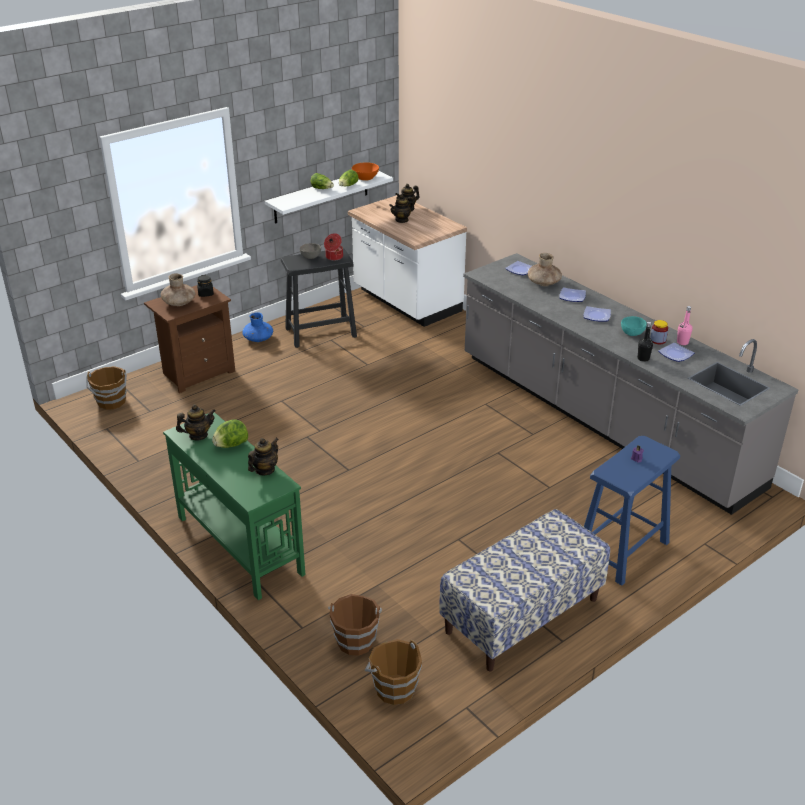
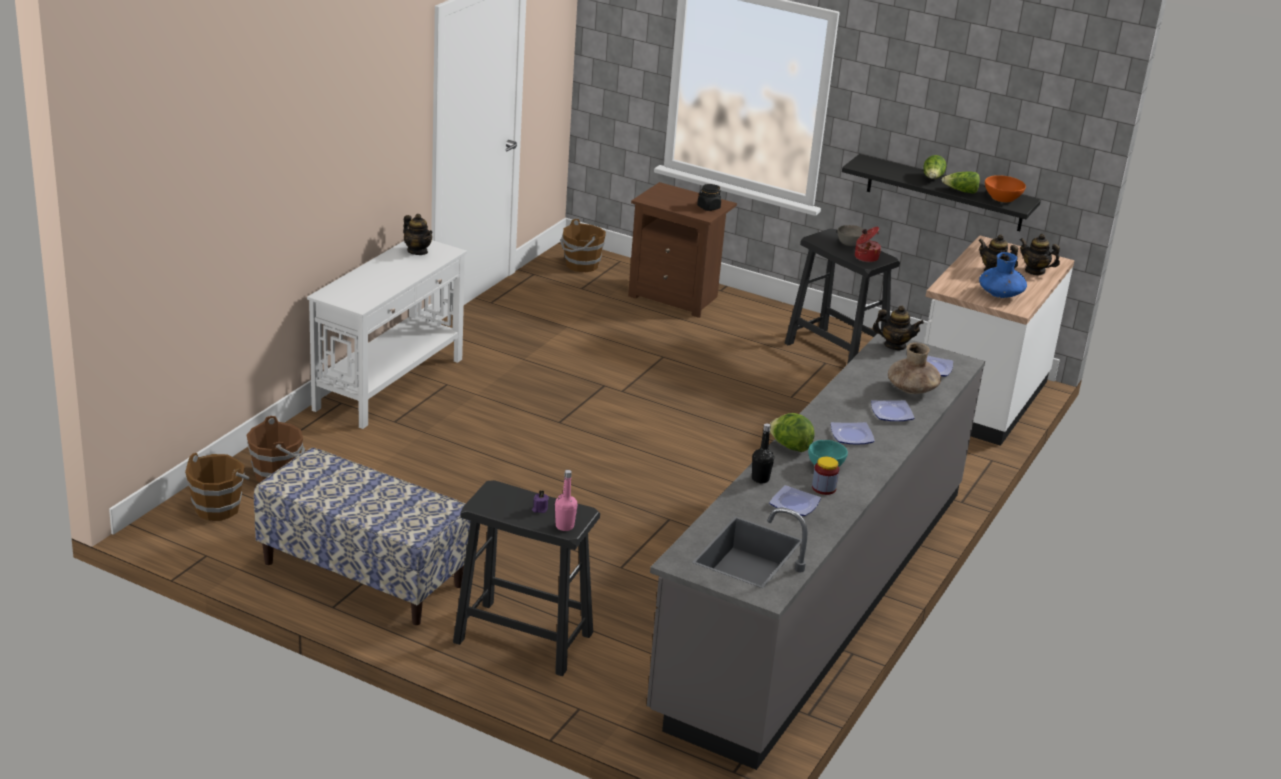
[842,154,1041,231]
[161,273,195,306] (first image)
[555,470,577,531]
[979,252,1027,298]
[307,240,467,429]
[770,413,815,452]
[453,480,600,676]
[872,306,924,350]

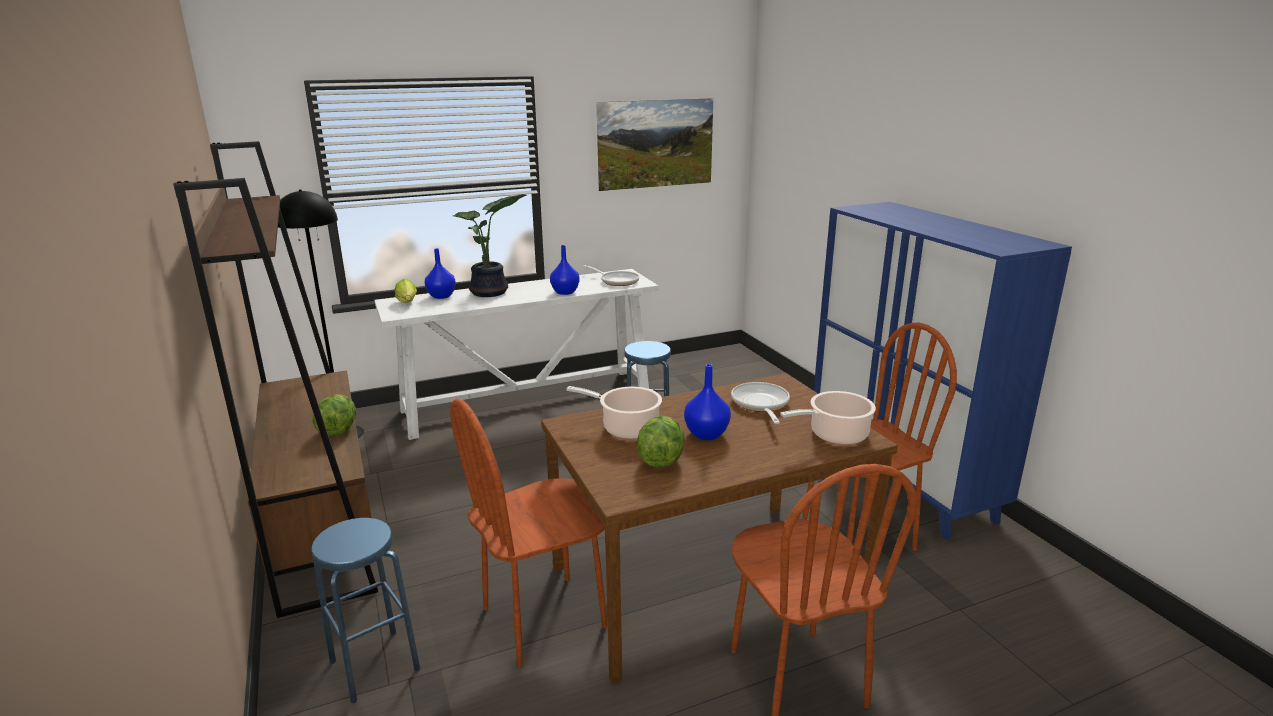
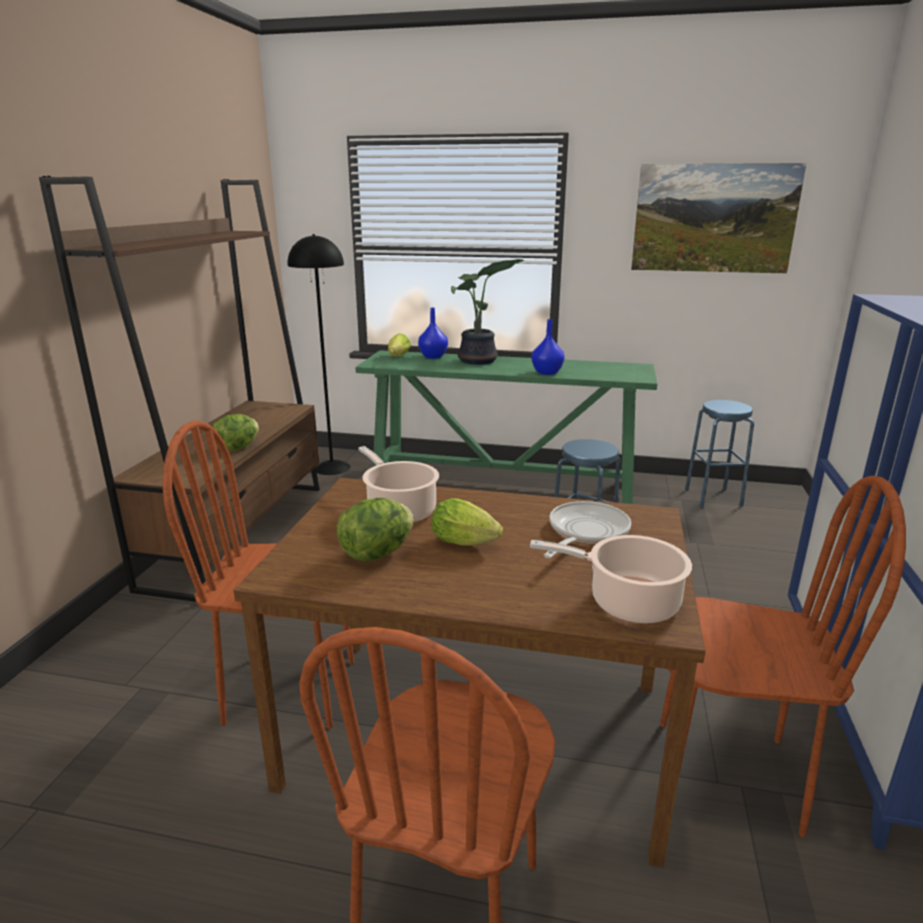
[583,265,640,286] (first image)
[355,350,657,504]
[432,498,503,546]
[685,400,754,508]

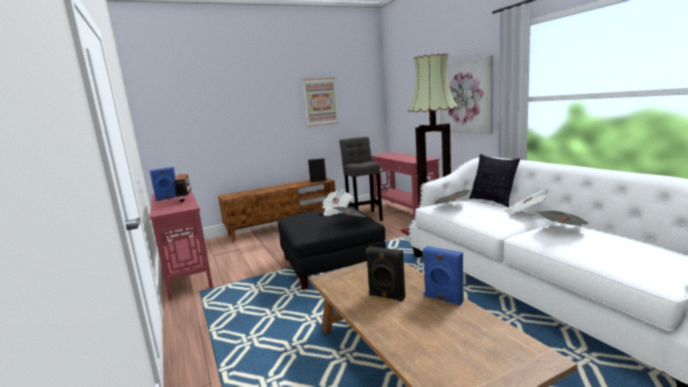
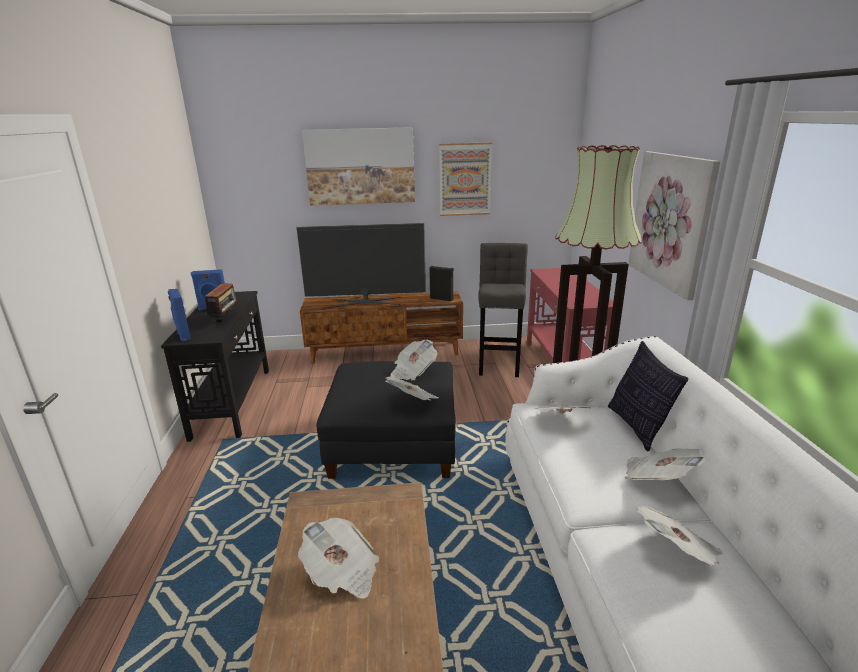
[161,291,269,442]
[298,518,379,599]
[168,289,191,341]
[302,127,415,206]
[296,223,426,307]

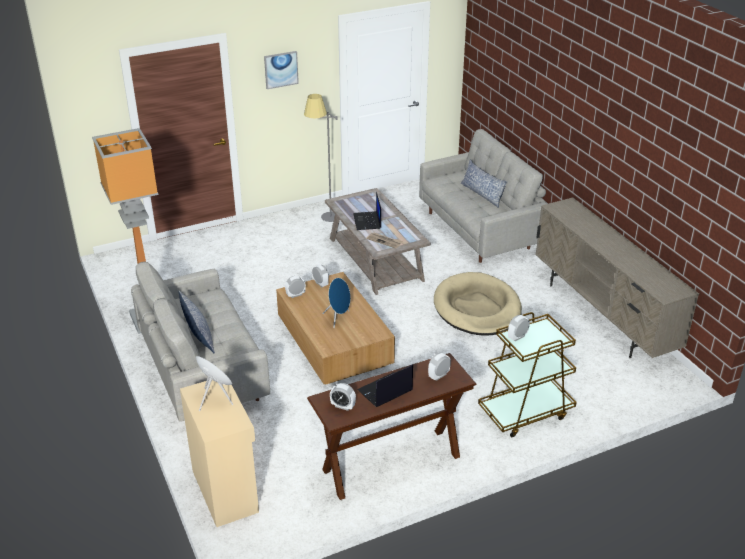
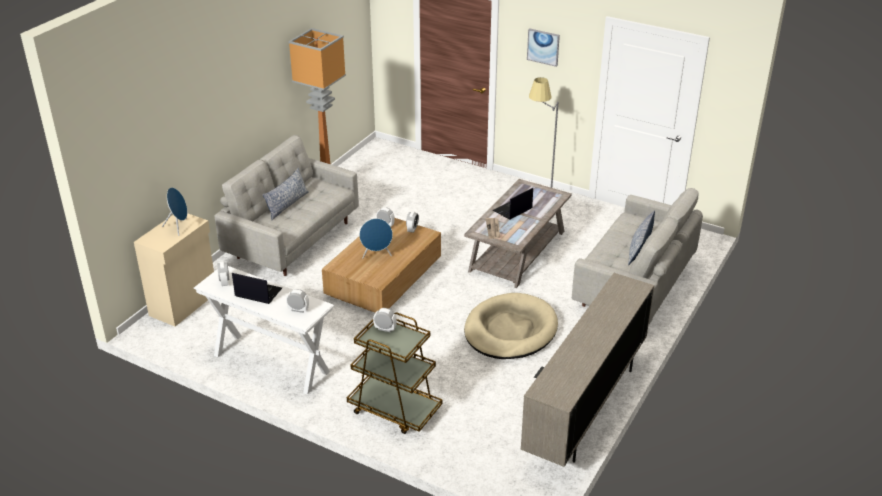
[194,266,334,395]

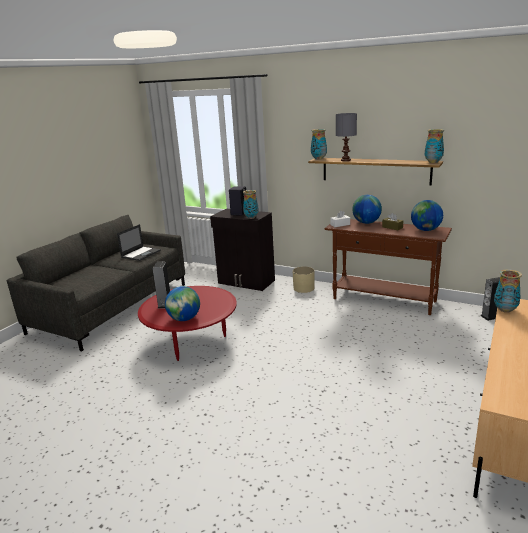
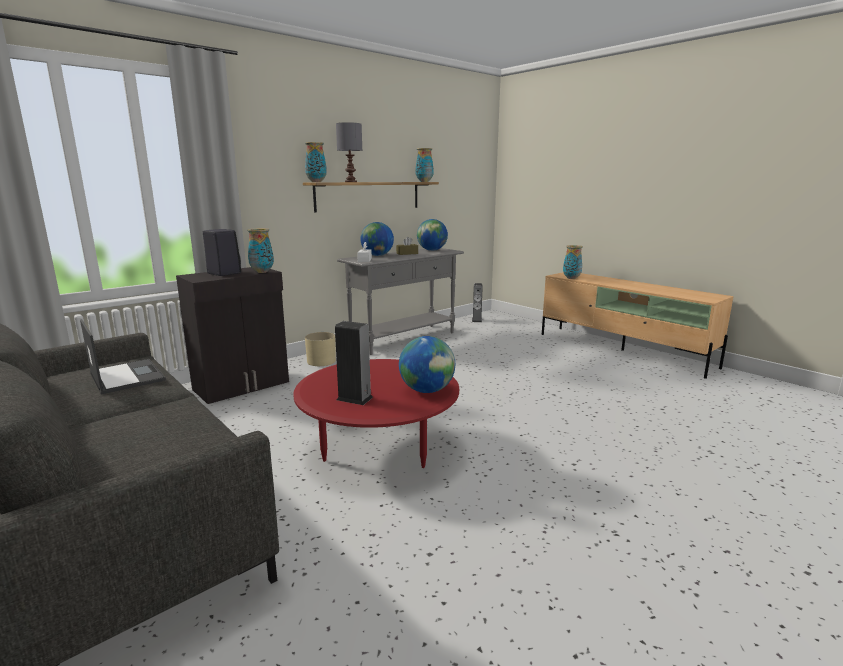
[337,248,464,355]

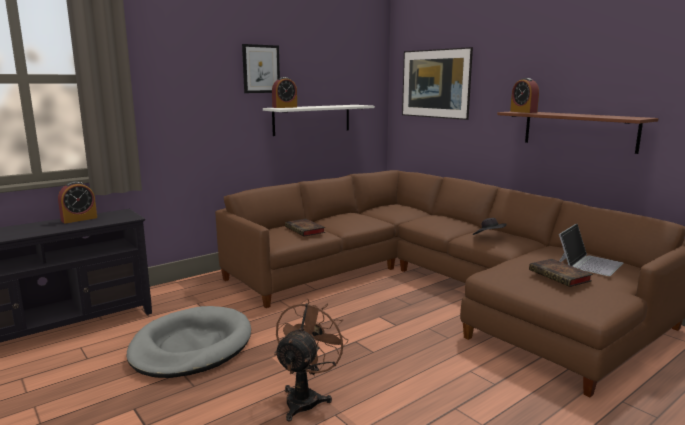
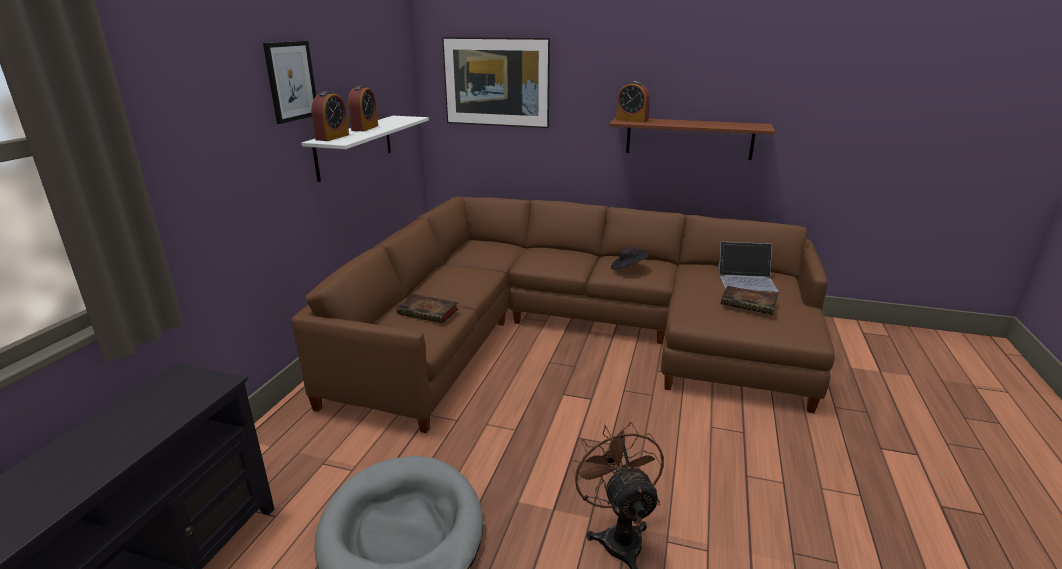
[348,85,378,131]
[717,242,779,292]

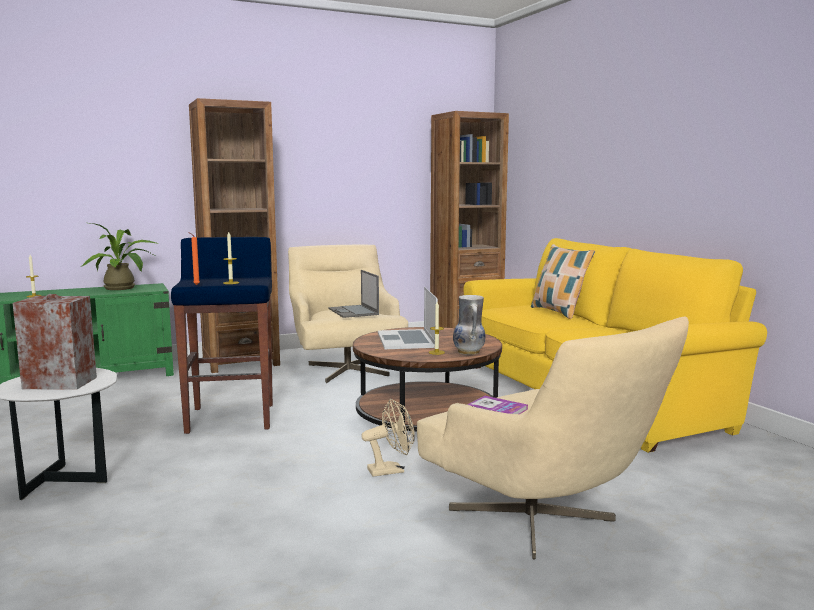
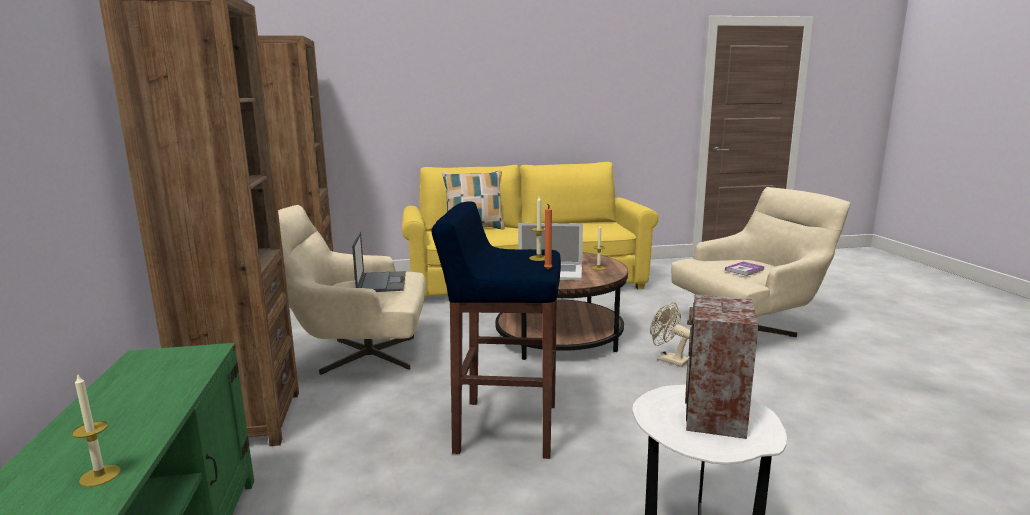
[81,223,158,290] (first image)
[352,232,406,292]
[453,295,485,355] (first image)
[650,302,690,367]

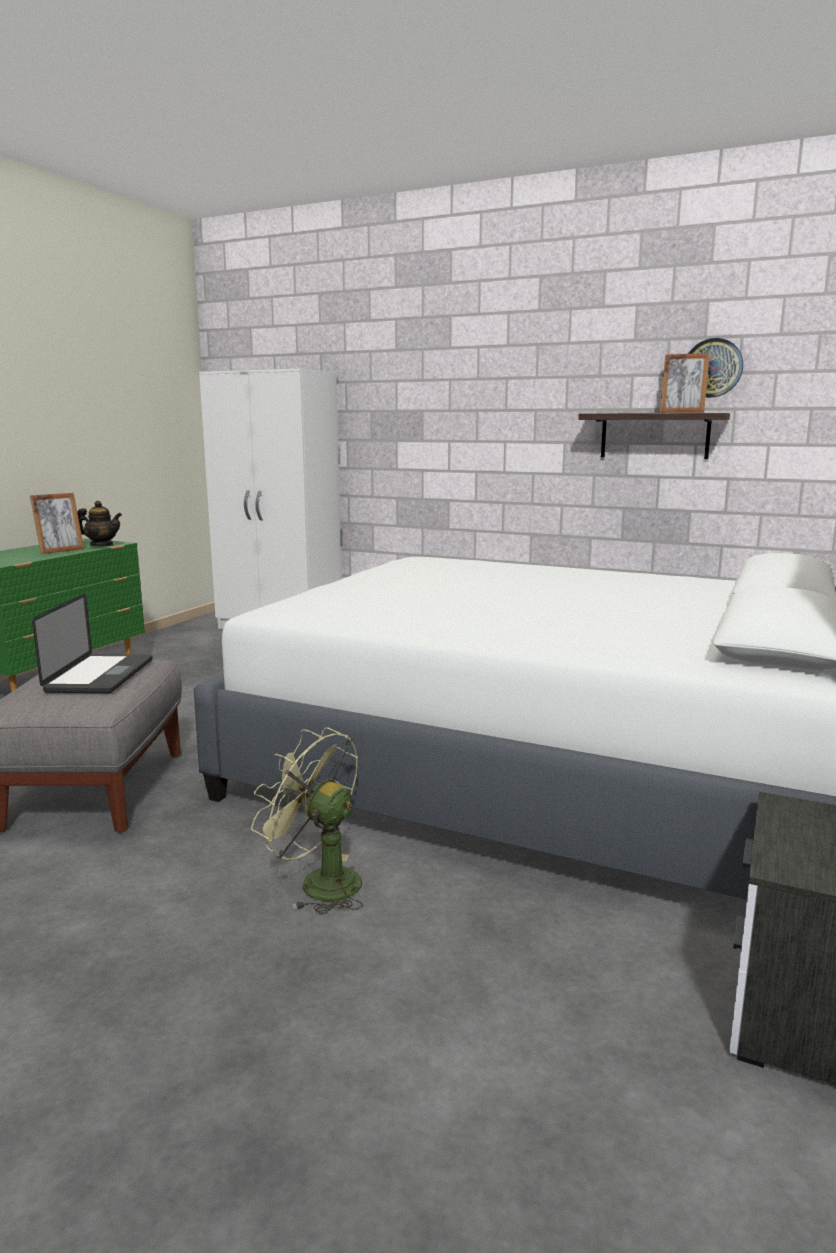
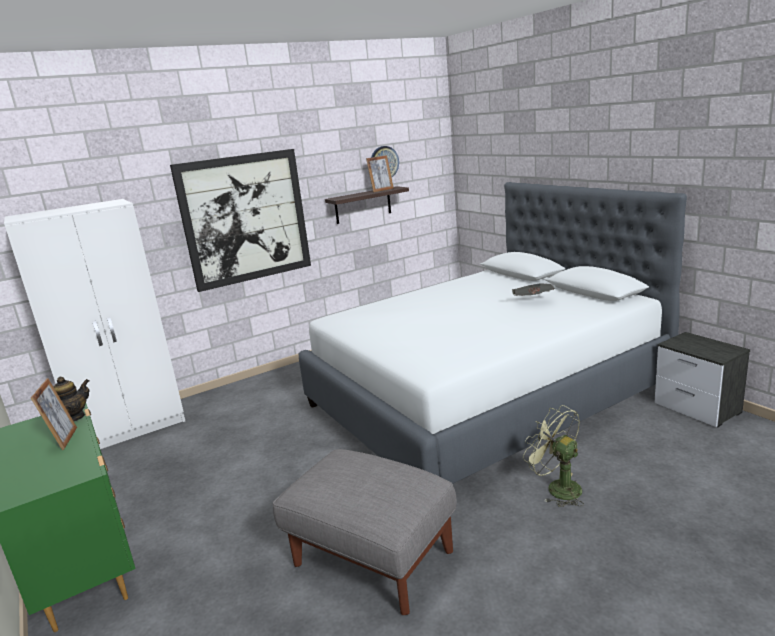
[32,594,153,693] (first image)
[523,405,584,507]
[170,149,311,292]
[512,283,555,296]

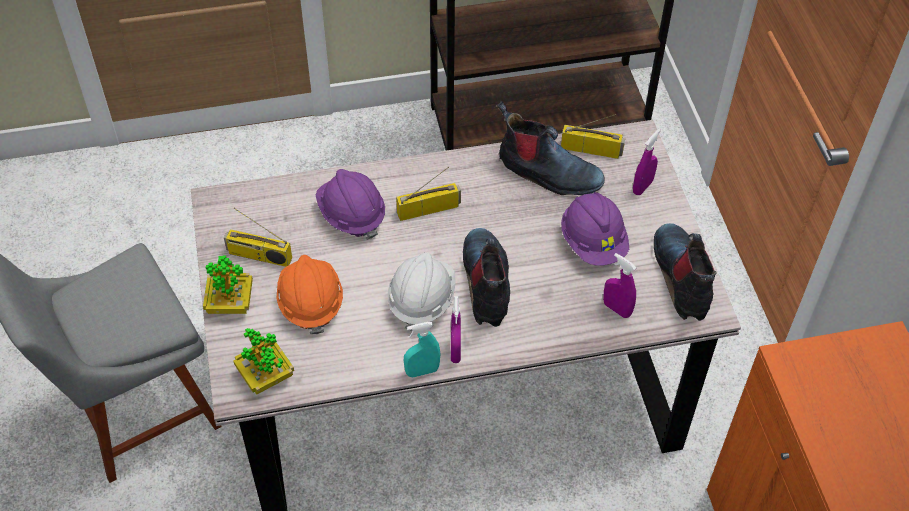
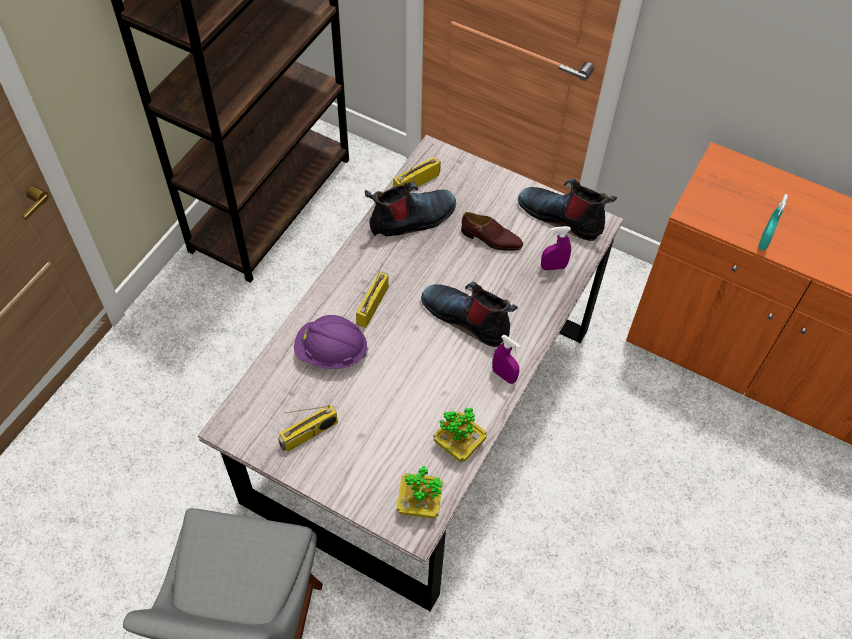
[633,129,661,195] (first image)
[461,212,523,251]
[388,252,456,331] (first image)
[276,255,343,334] (first image)
[433,408,487,462]
[758,194,788,250]

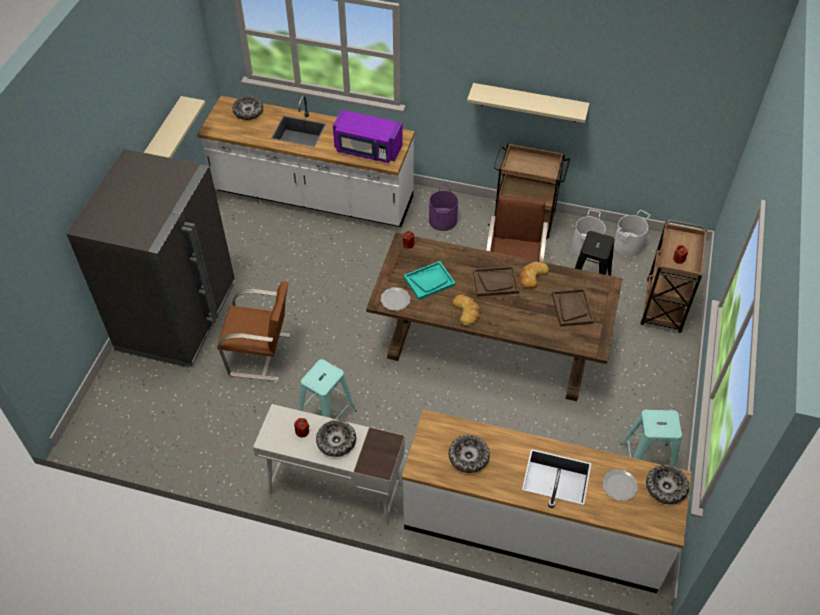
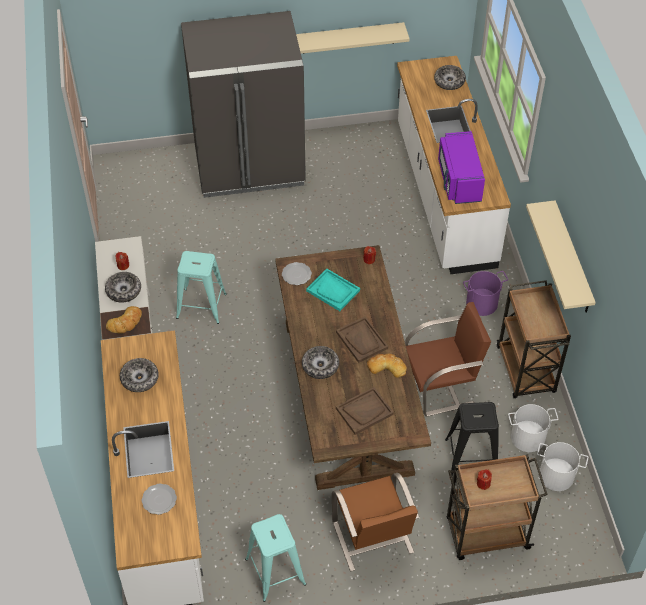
[332,473,419,571]
[106,306,142,333]
[302,346,339,379]

